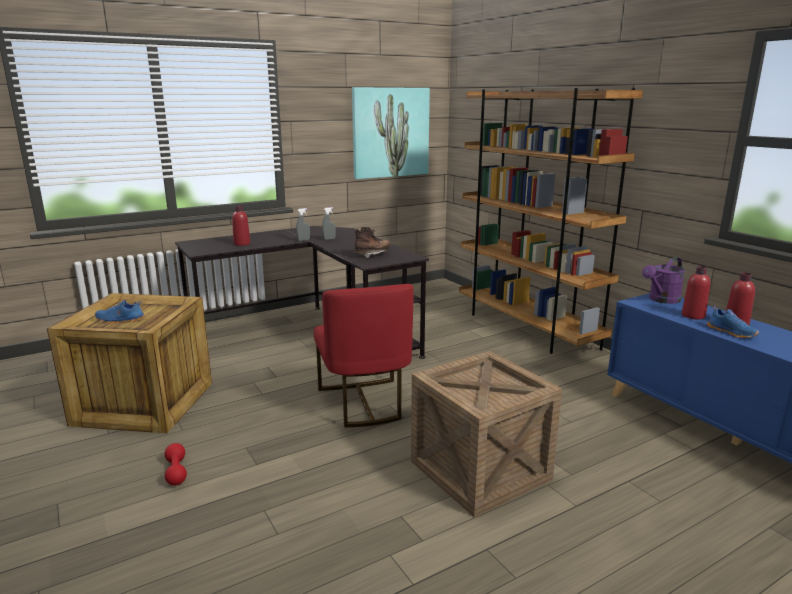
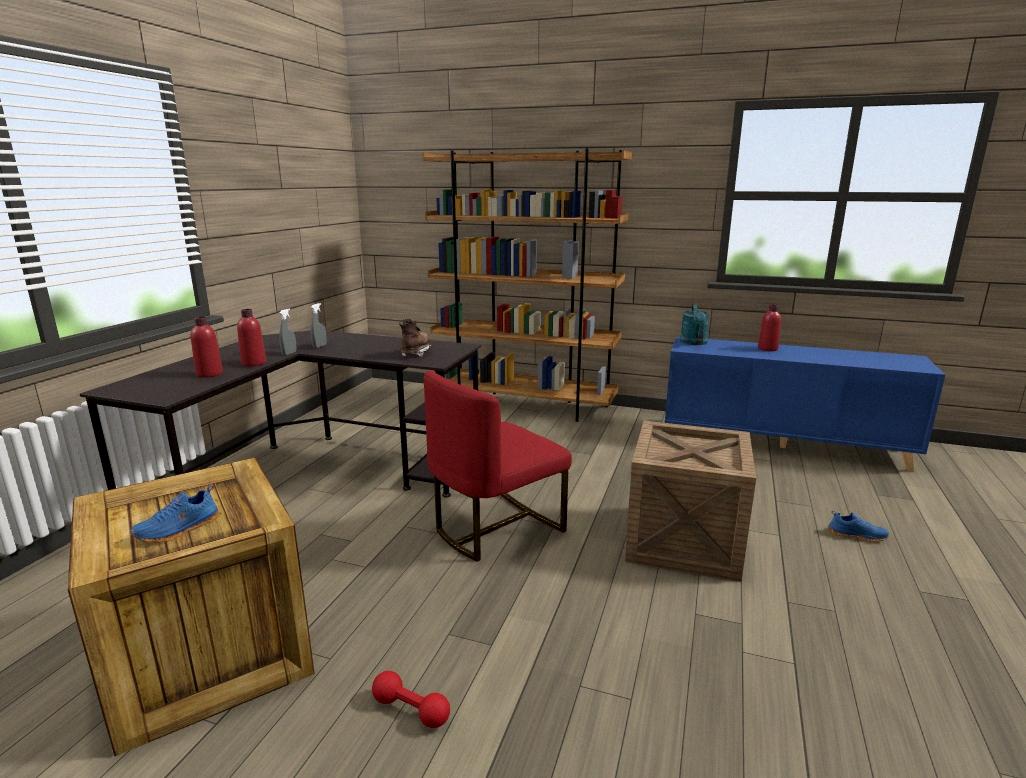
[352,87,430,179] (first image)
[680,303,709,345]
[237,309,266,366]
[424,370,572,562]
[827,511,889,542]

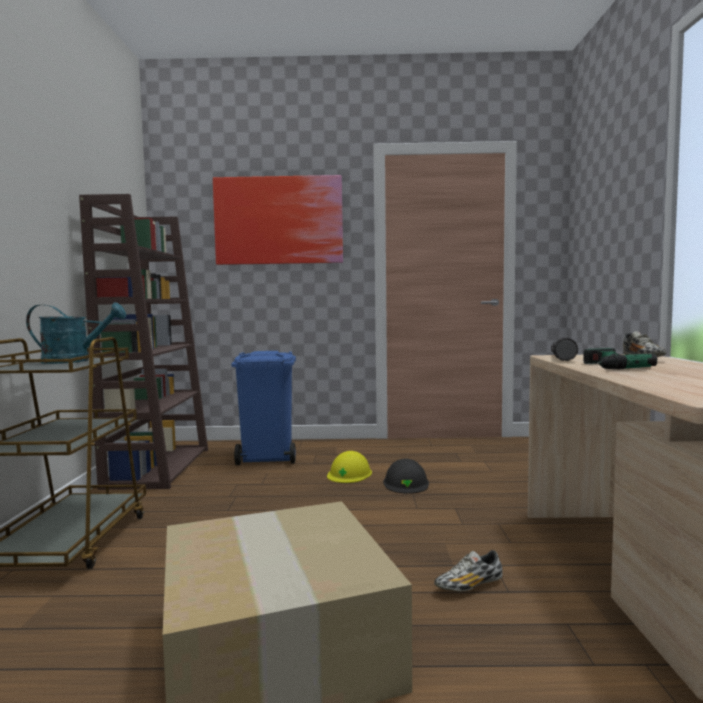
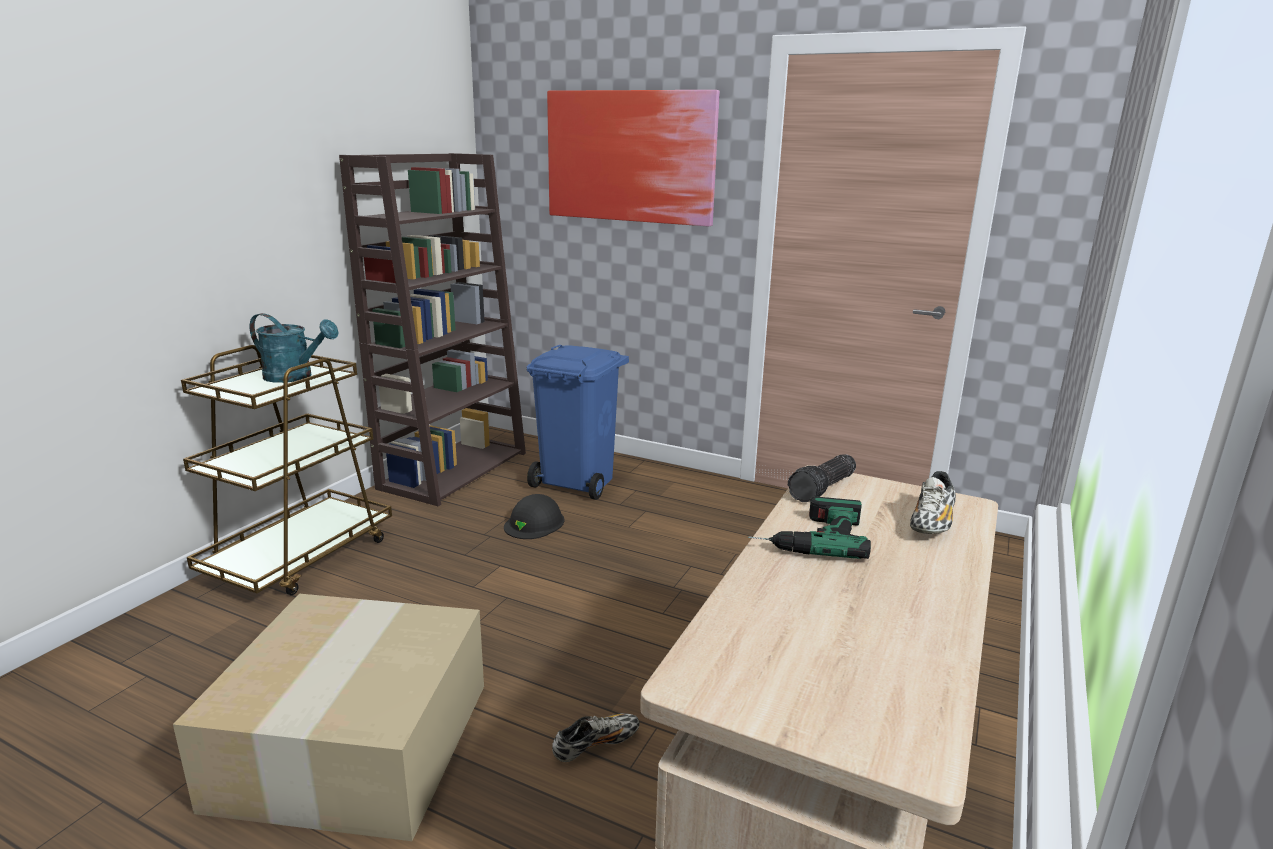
[327,451,372,483] (first image)
[504,494,564,539]
[552,713,640,762]

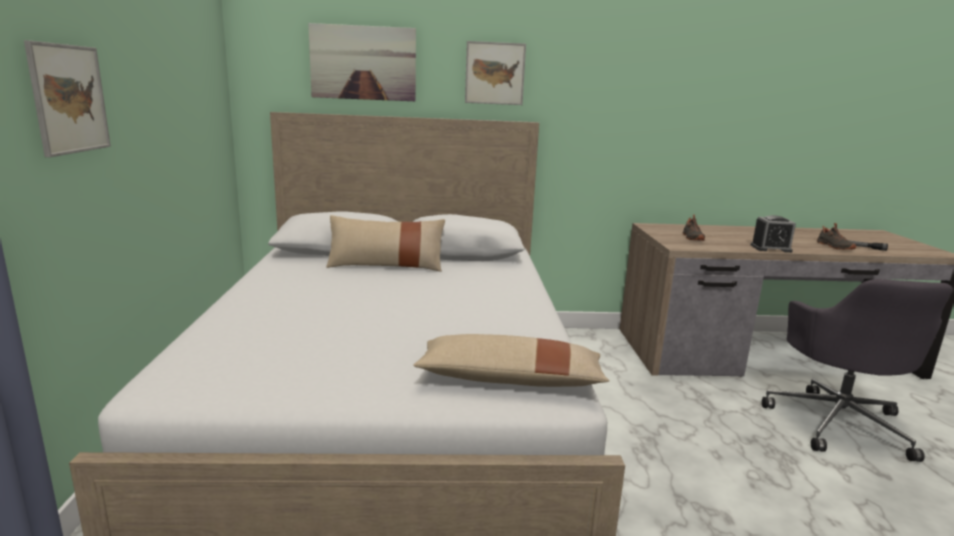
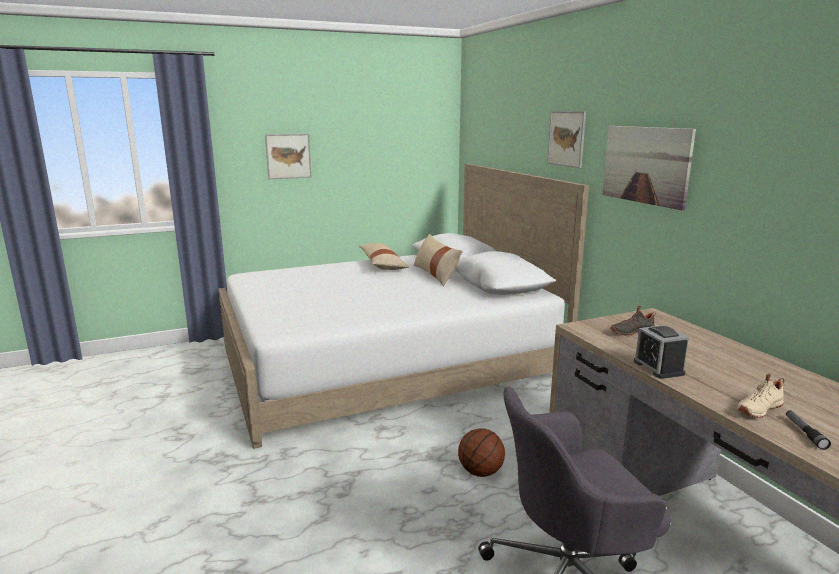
[602,126,696,210]
[737,373,784,418]
[359,243,409,270]
[458,428,505,477]

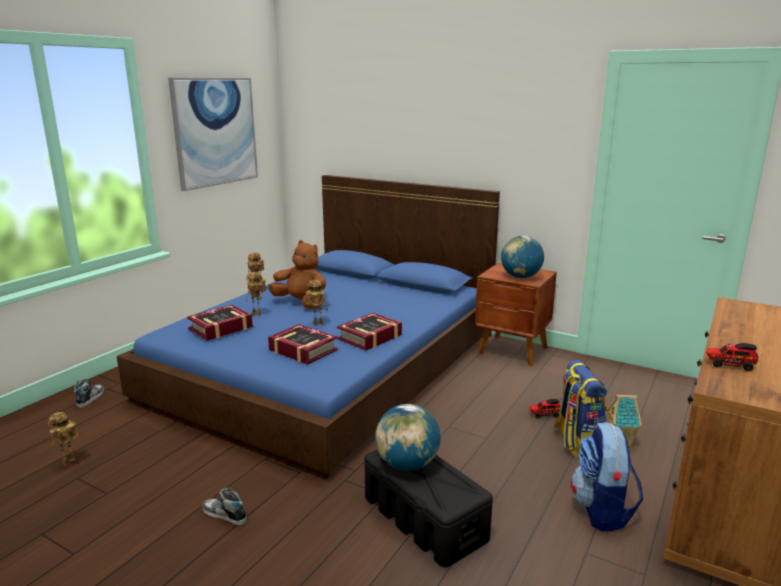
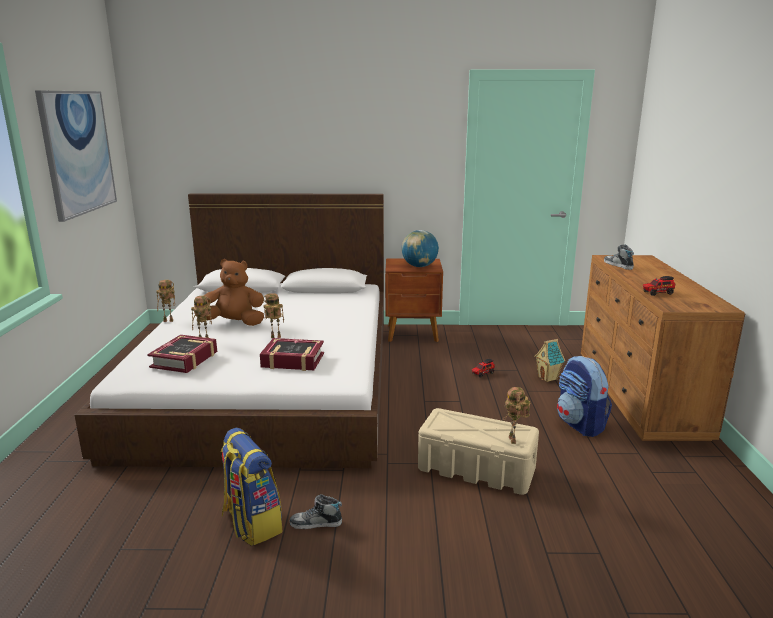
[75,193,384,468]
[337,313,402,351] (first image)
[221,428,283,546]
[604,244,634,270]
[375,404,441,471] (first image)
[503,387,531,444]
[418,408,539,495]

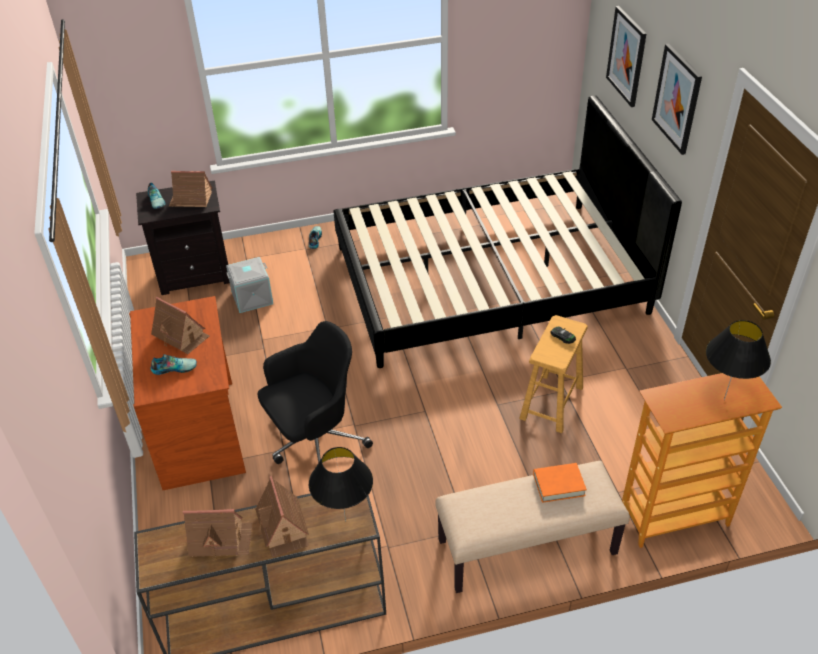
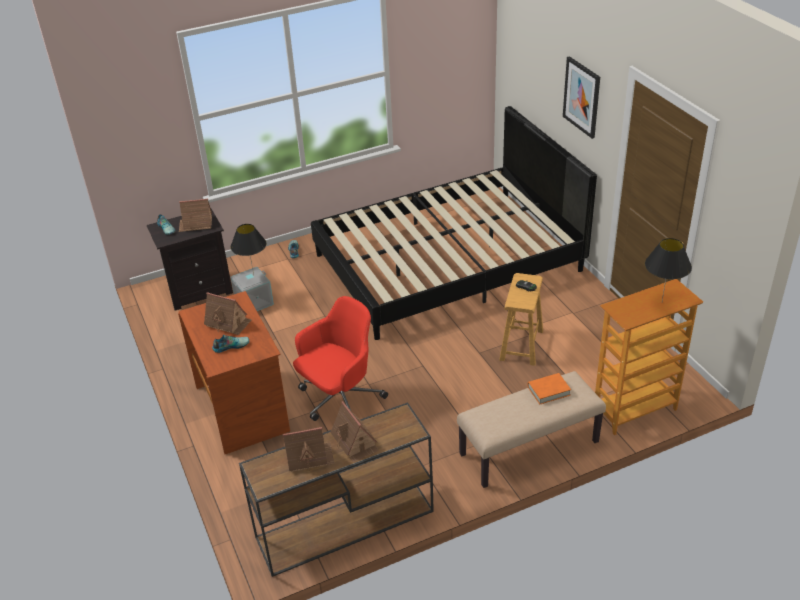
[606,6,646,107] (first image)
[293,296,388,421]
[230,224,266,275]

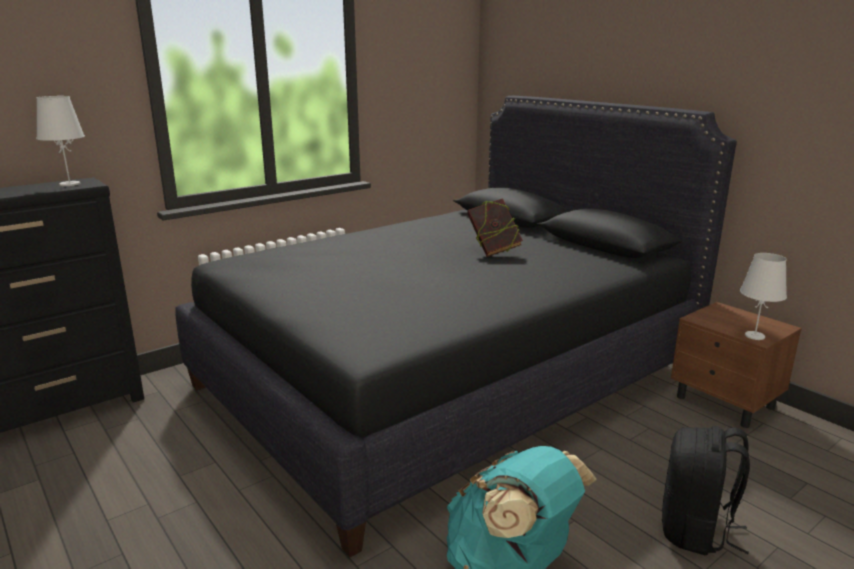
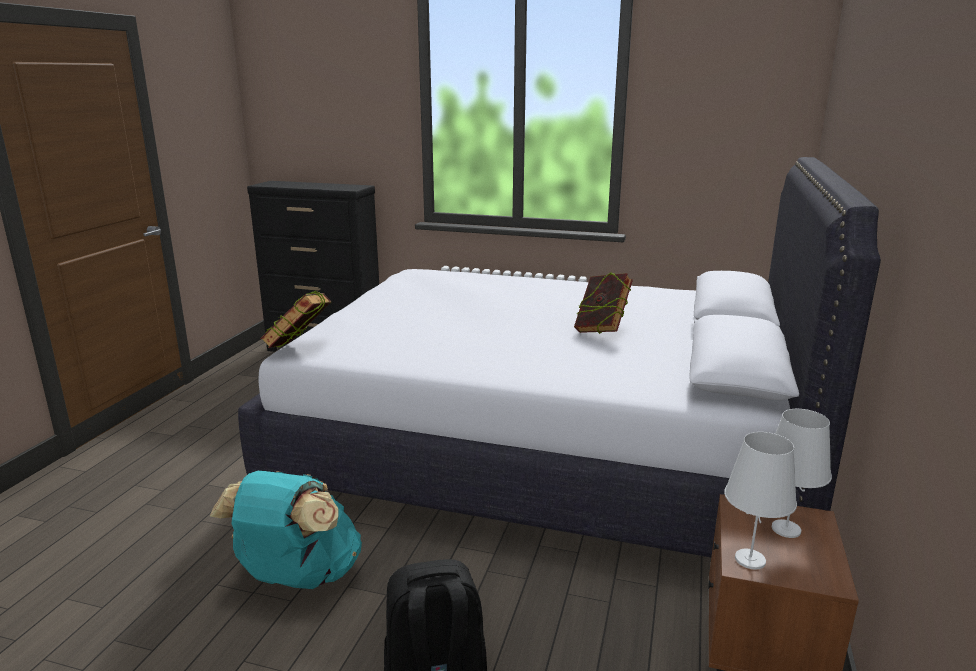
[772,409,832,538]
[238,157,881,557]
[260,290,331,348]

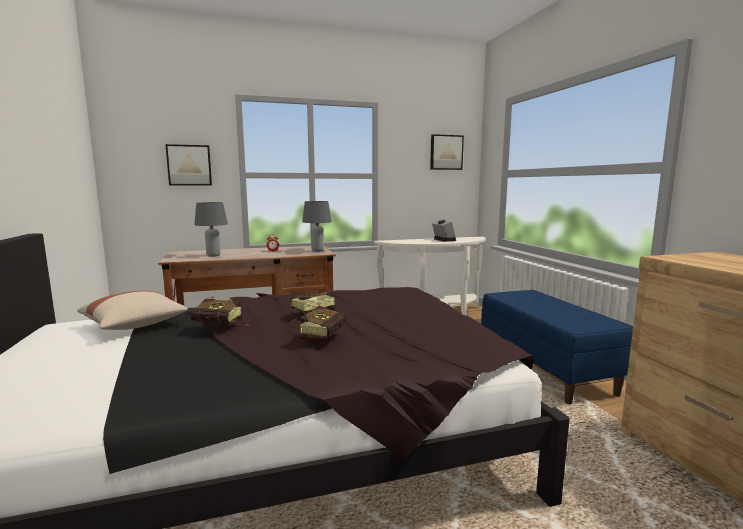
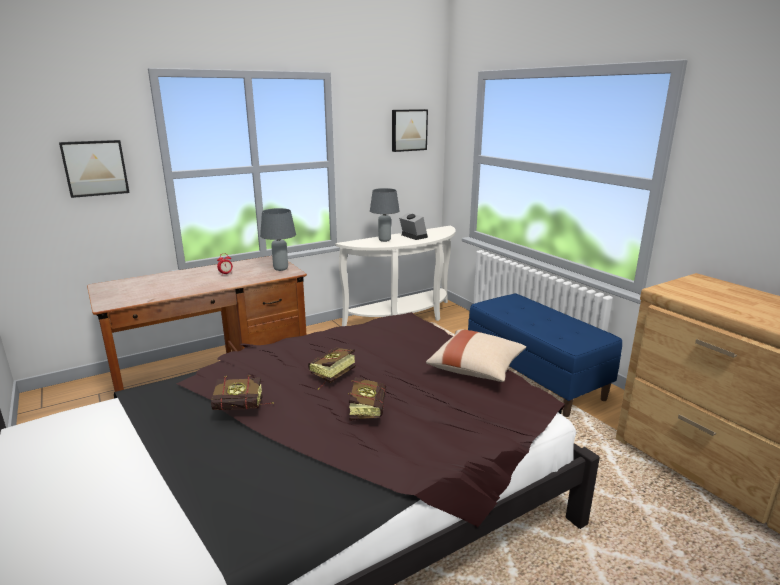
[370,188,400,242]
[426,329,526,382]

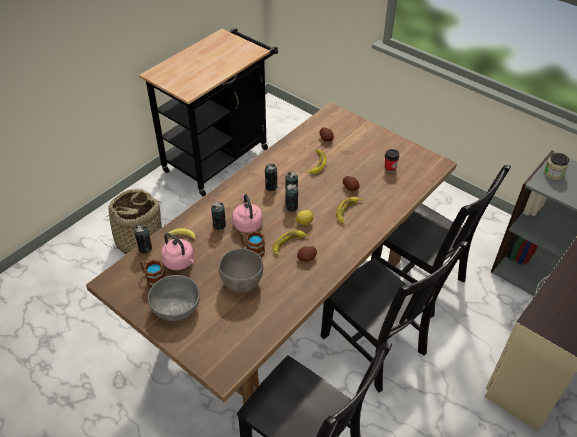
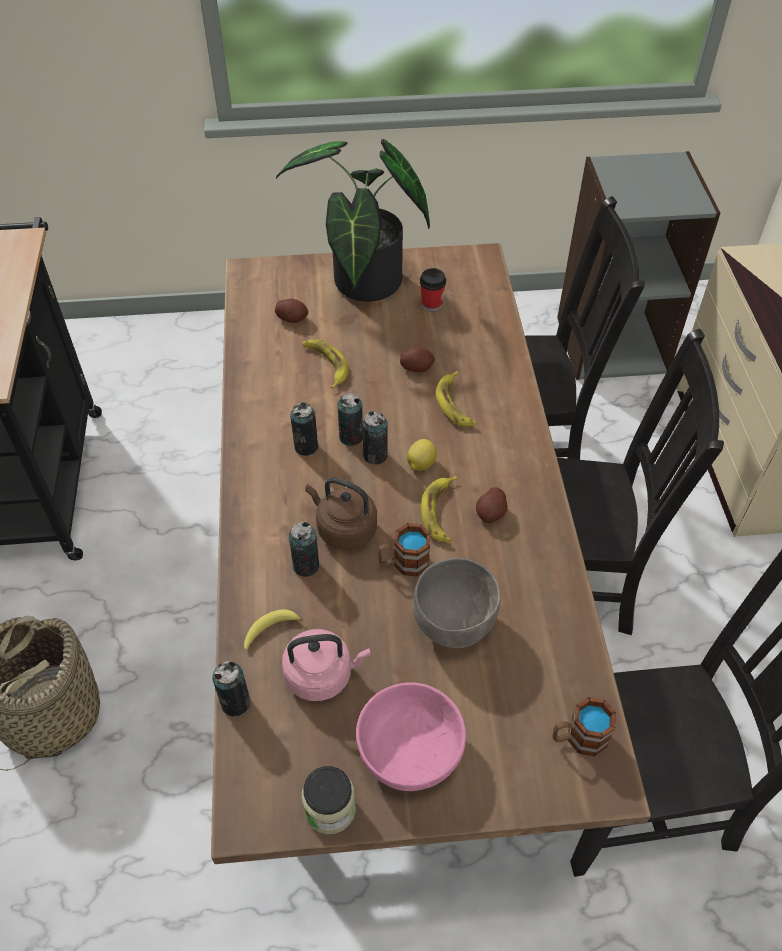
[302,766,356,834]
[305,478,377,550]
[552,697,616,756]
[356,682,466,791]
[276,139,430,302]

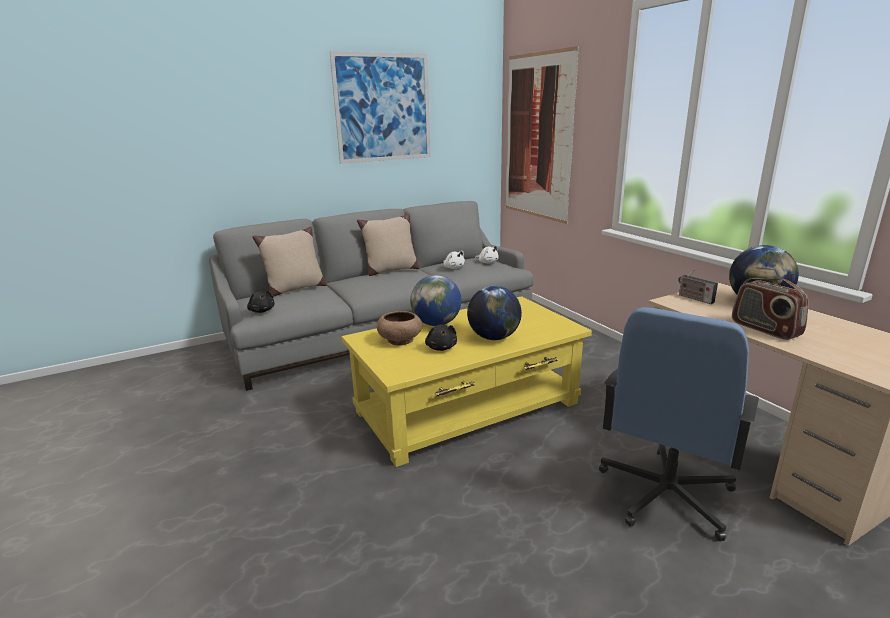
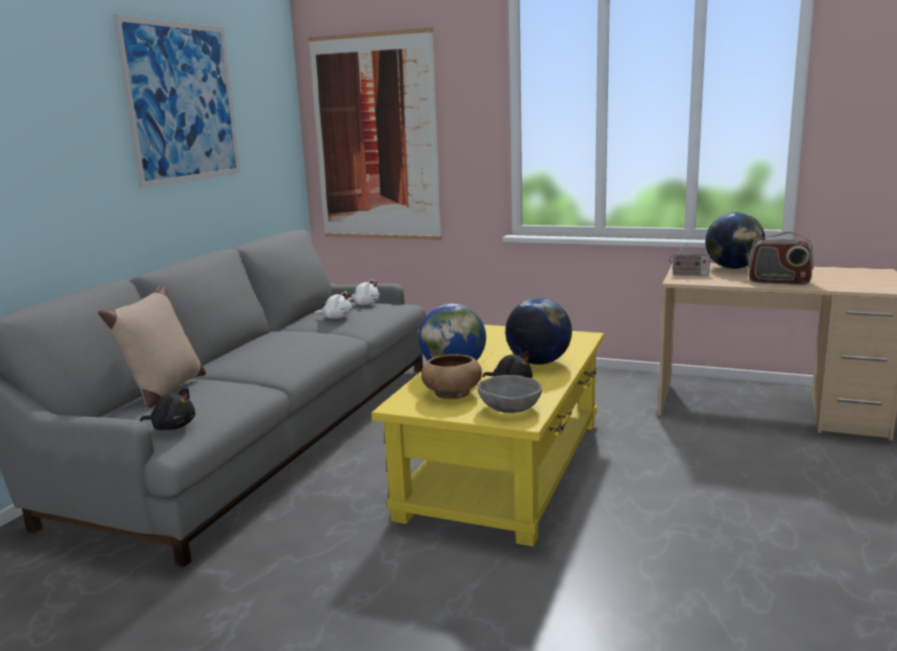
[357,214,420,276] (first image)
[599,307,759,541] (first image)
[477,375,542,413]

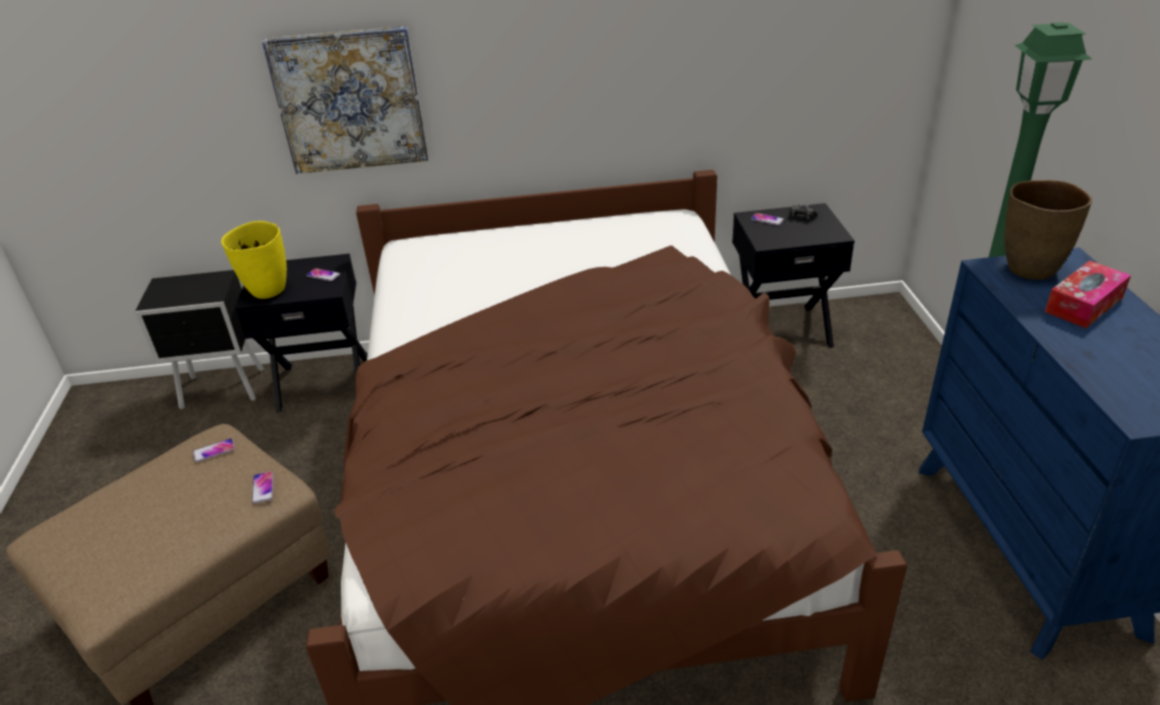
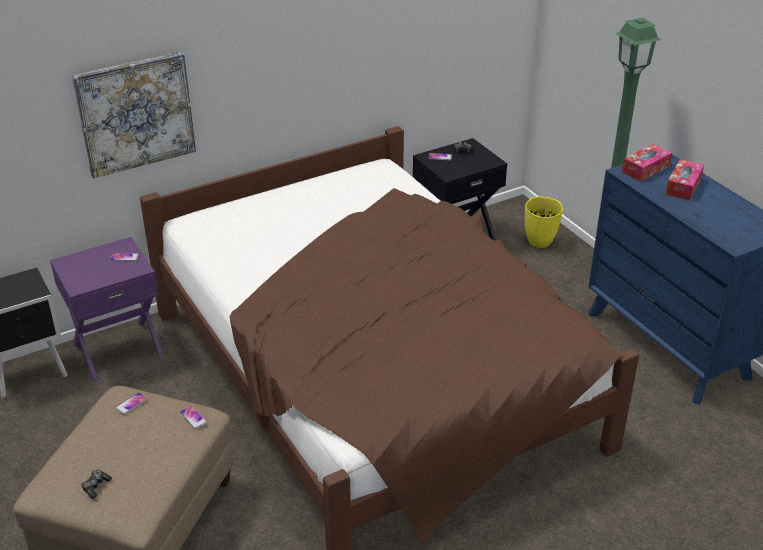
[622,144,672,182]
[525,196,563,248]
[50,237,164,381]
[81,469,112,499]

